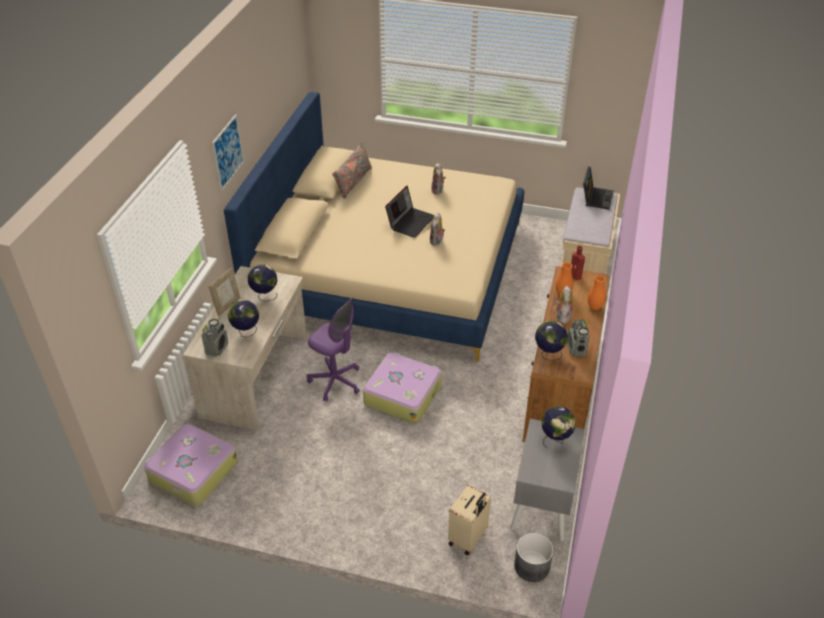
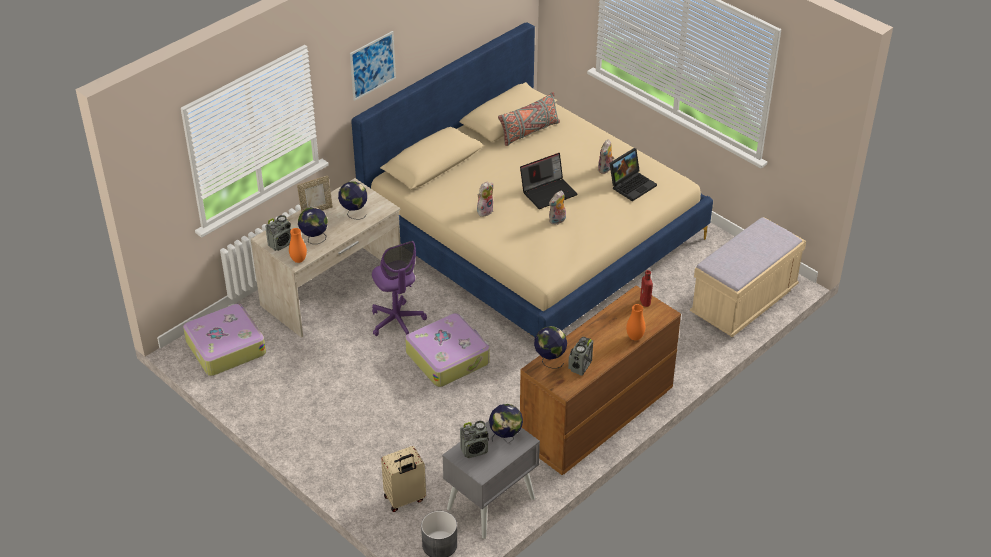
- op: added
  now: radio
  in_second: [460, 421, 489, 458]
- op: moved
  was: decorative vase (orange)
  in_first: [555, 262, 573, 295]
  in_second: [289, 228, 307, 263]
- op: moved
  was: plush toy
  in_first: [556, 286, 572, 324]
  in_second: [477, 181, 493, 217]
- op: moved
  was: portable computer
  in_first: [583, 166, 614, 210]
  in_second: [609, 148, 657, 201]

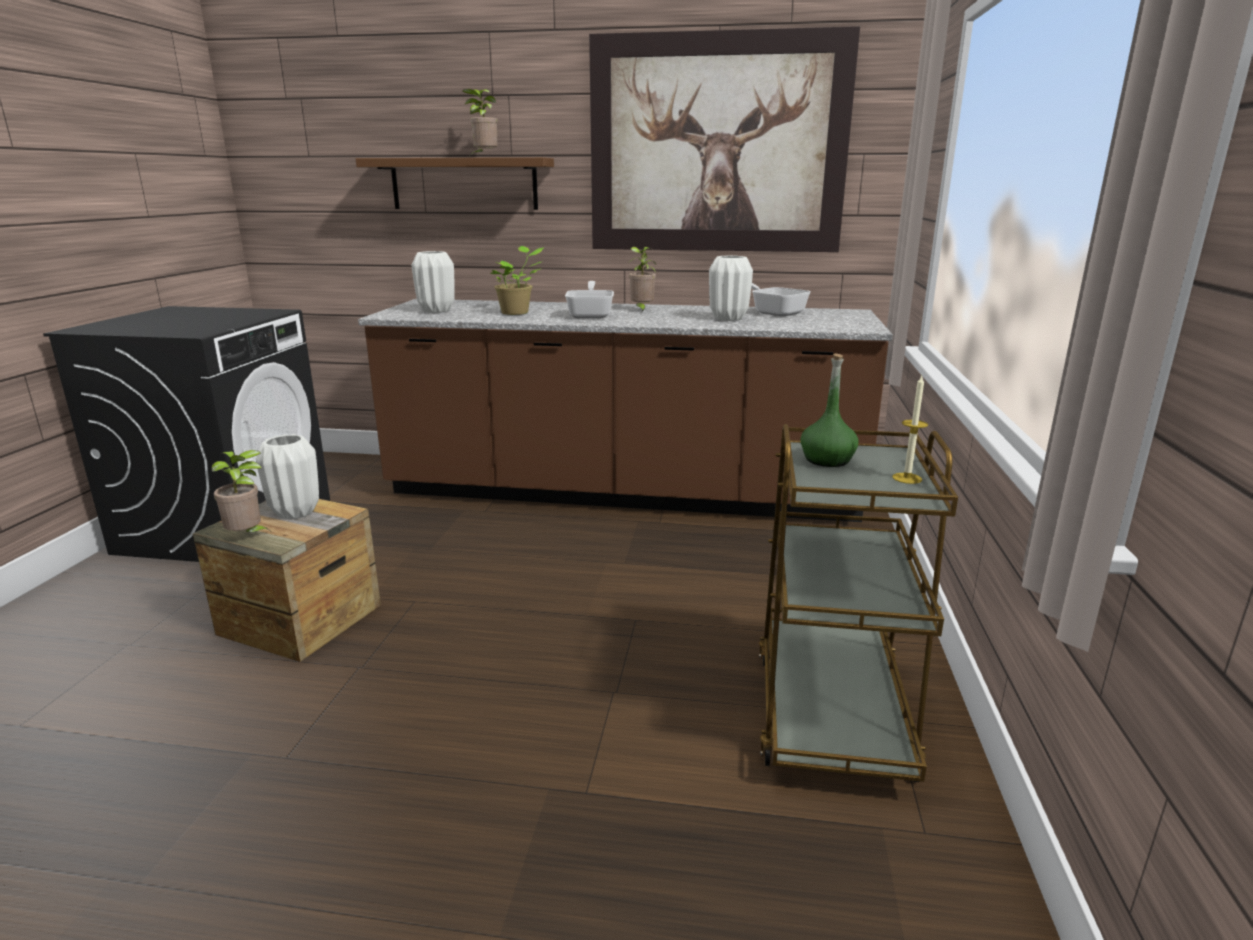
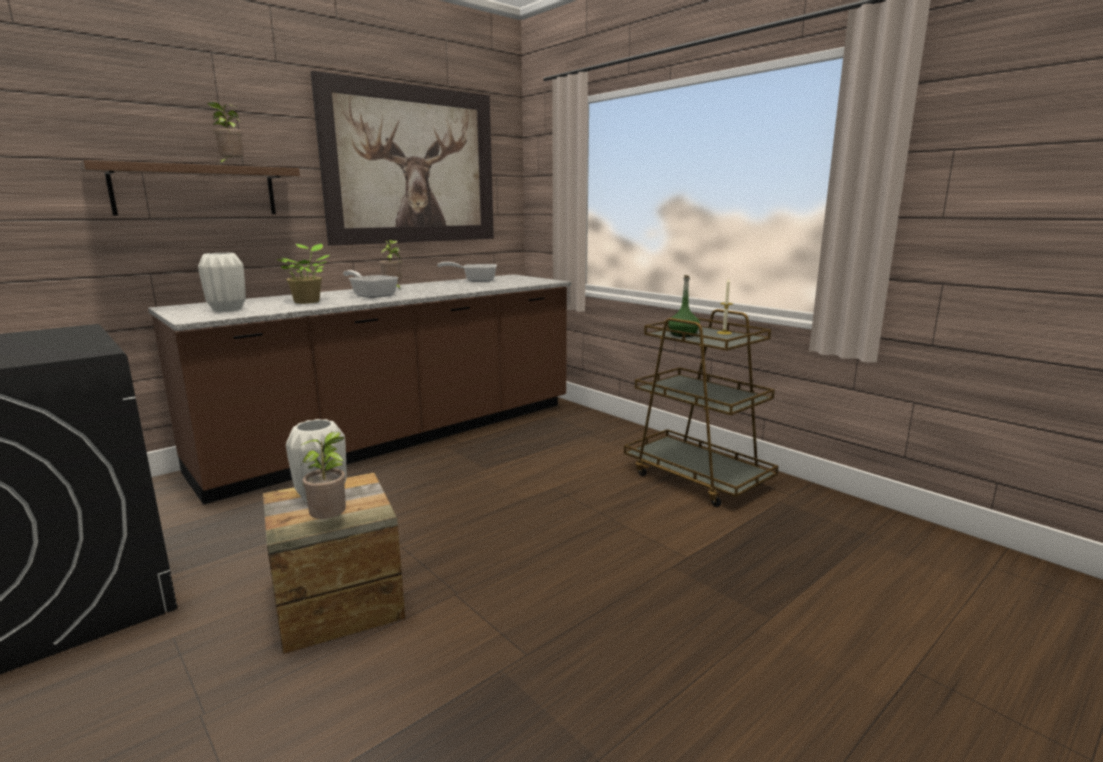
- op: removed
  was: decorative vase (whitish)
  in_first: [709, 255, 753, 321]

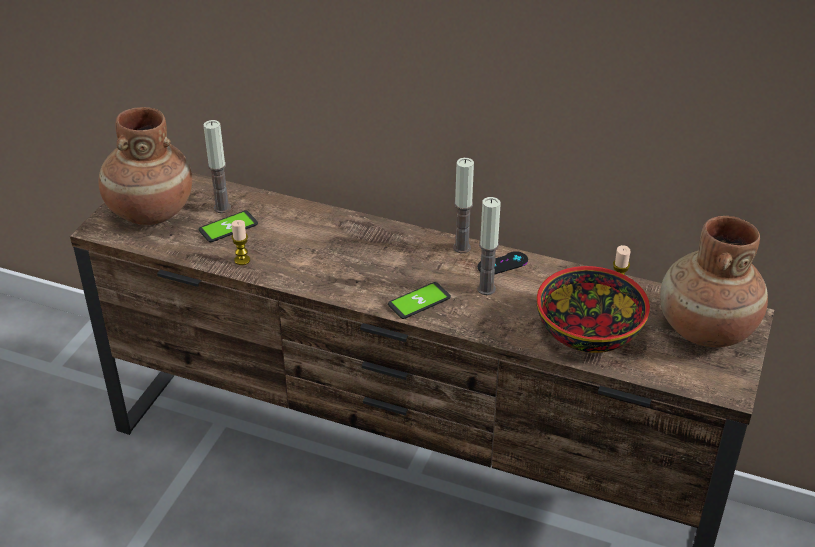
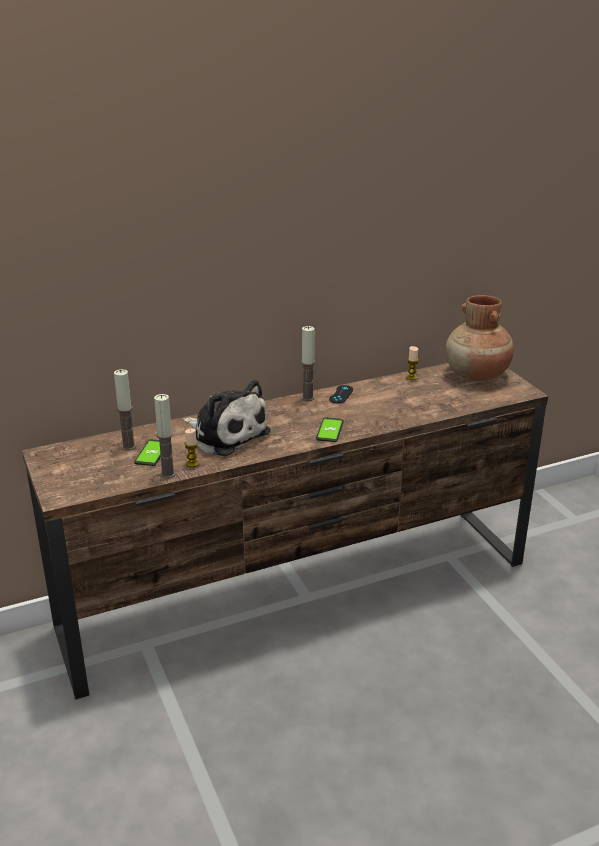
- op: removed
  was: decorative vase (brown)
  in_first: [99, 107, 192, 225]
- op: removed
  was: deep dish
  in_first: [536, 266, 650, 353]
- op: added
  now: plush toy
  in_second: [183, 380, 271, 456]
- op: moved
  was: candle
  in_first: [477, 197, 501, 295]
  in_second: [154, 394, 176, 479]

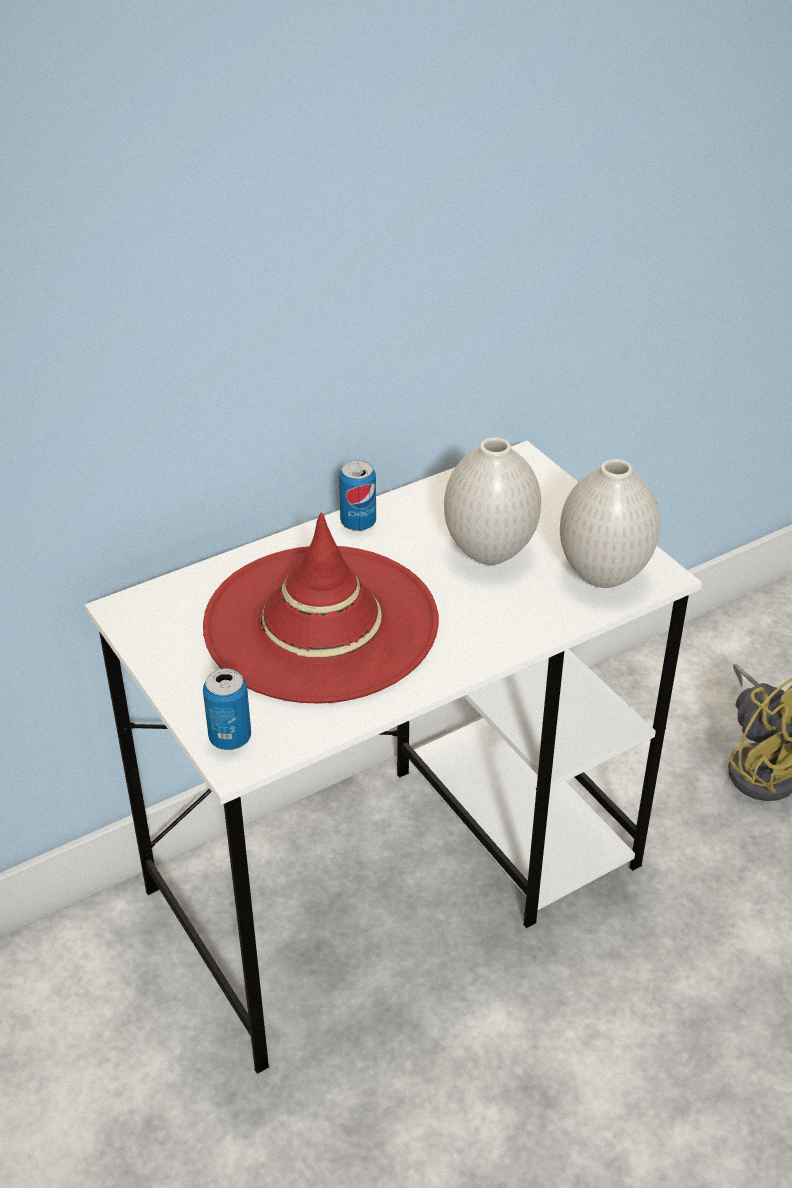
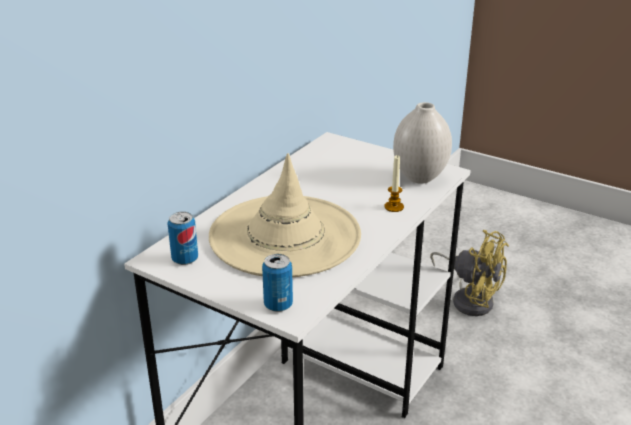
- op: removed
  was: decorative vase (whitish)
  in_first: [444, 437, 541, 565]
- op: added
  now: candle
  in_second: [384, 155, 404, 212]
- op: moved
  was: can
  in_first: [339, 460, 376, 531]
  in_second: [167, 212, 198, 265]
- op: recoloured
  was: clothing hat (red-coloured)
  now: clothing hat (sand-coloured)
  in_first: [203, 512, 439, 704]
  in_second: [209, 153, 361, 277]

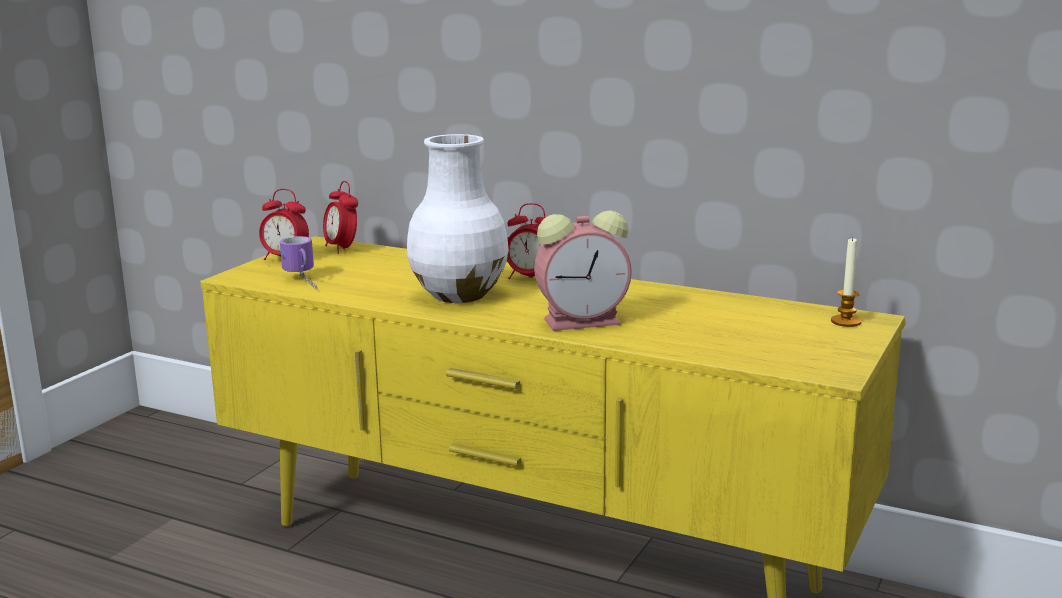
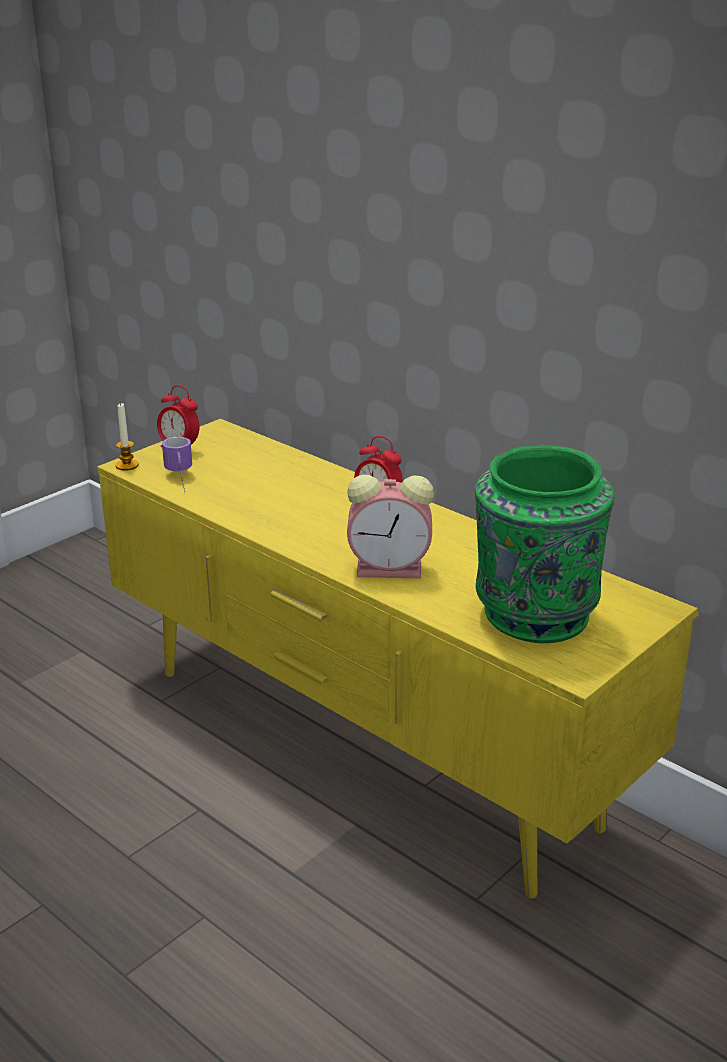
- op: removed
  was: bedside clock
  in_first: [323, 181, 358, 254]
- op: removed
  was: decorative vase (whitish)
  in_first: [407, 134, 509, 303]
- op: added
  now: decorative vase (green-coloured)
  in_second: [475, 446, 614, 643]
- op: moved
  was: candle
  in_first: [831, 237, 862, 327]
  in_second: [115, 402, 139, 471]

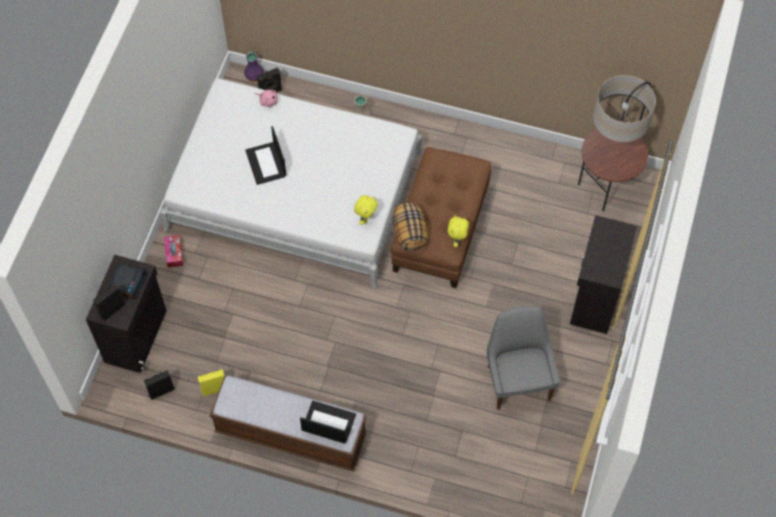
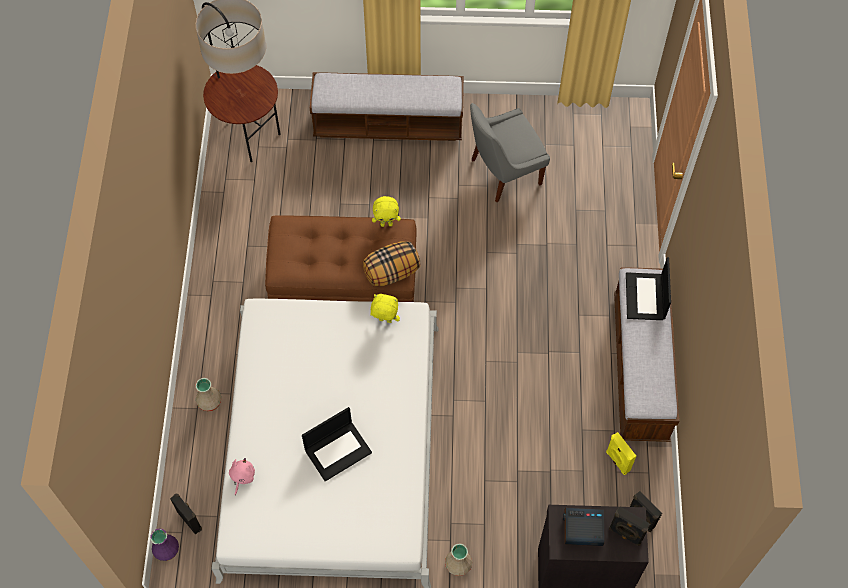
- op: replaced
  was: box of tissues
  now: decorative vase (sand-coloured)
  in_first: [164, 235, 183, 268]
  in_second: [445, 543, 472, 576]
- op: replaced
  was: storage cabinet (black)
  now: long seat
  in_first: [570, 215, 637, 334]
  in_second: [310, 72, 464, 141]

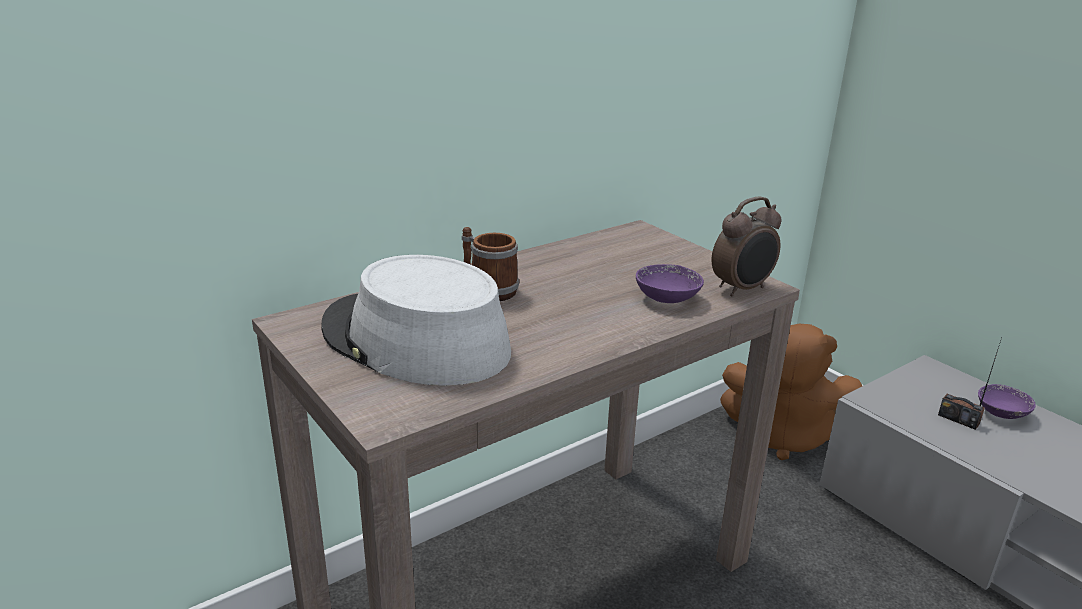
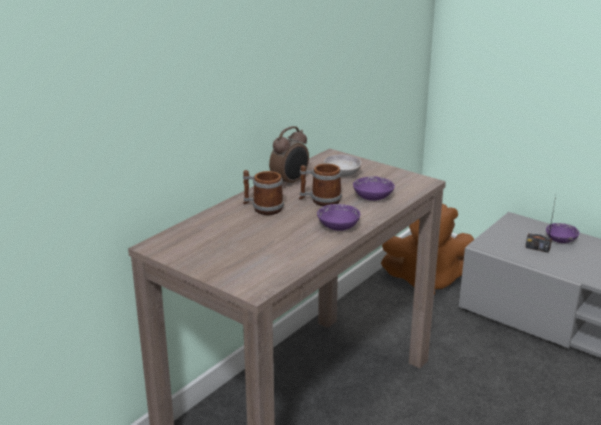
- op: removed
  was: clothing hat (gray)
  in_first: [321, 255, 511, 386]
- op: added
  now: coffee mug
  in_second: [299, 163, 342, 206]
- op: added
  now: deep dish (purple-coloured)
  in_second: [317, 204, 360, 231]
- op: added
  now: deep dish (gray)
  in_second: [324, 155, 362, 177]
- op: moved
  was: bedside clock
  in_first: [712, 196, 782, 296]
  in_second: [269, 126, 309, 188]

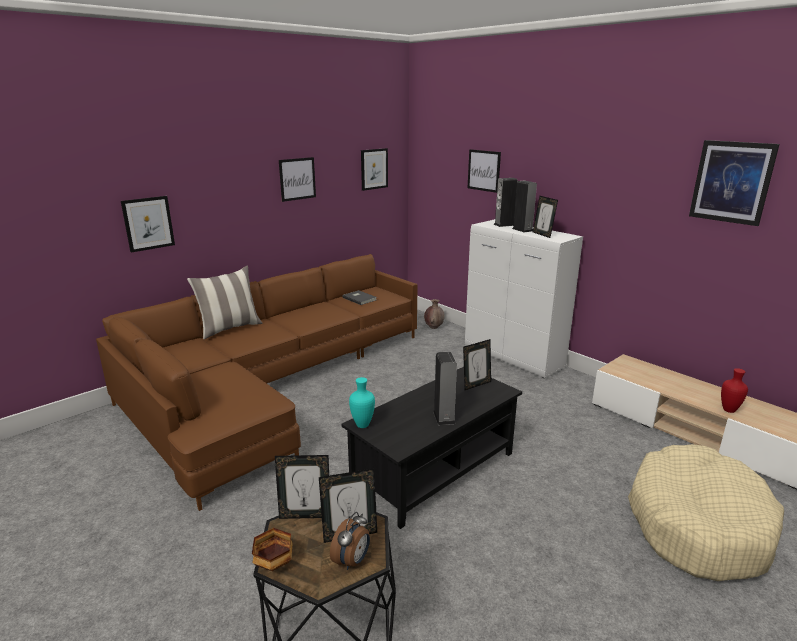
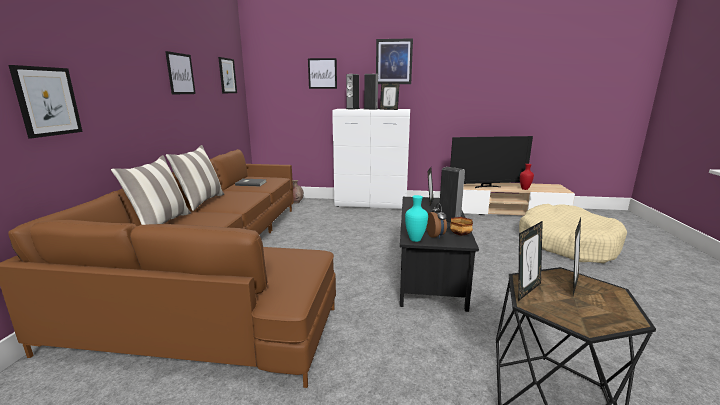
- op: added
  now: cushion
  in_second: [166, 145, 224, 211]
- op: added
  now: TV
  in_second: [450, 136, 533, 188]
- op: moved
  was: deep dish
  in_first: [252, 528, 293, 571]
  in_second: [450, 217, 473, 236]
- op: moved
  was: bedside clock
  in_first: [330, 512, 370, 570]
  in_second: [426, 203, 447, 239]
- op: moved
  was: wall picture
  in_first: [689, 140, 780, 226]
  in_second: [376, 38, 413, 84]

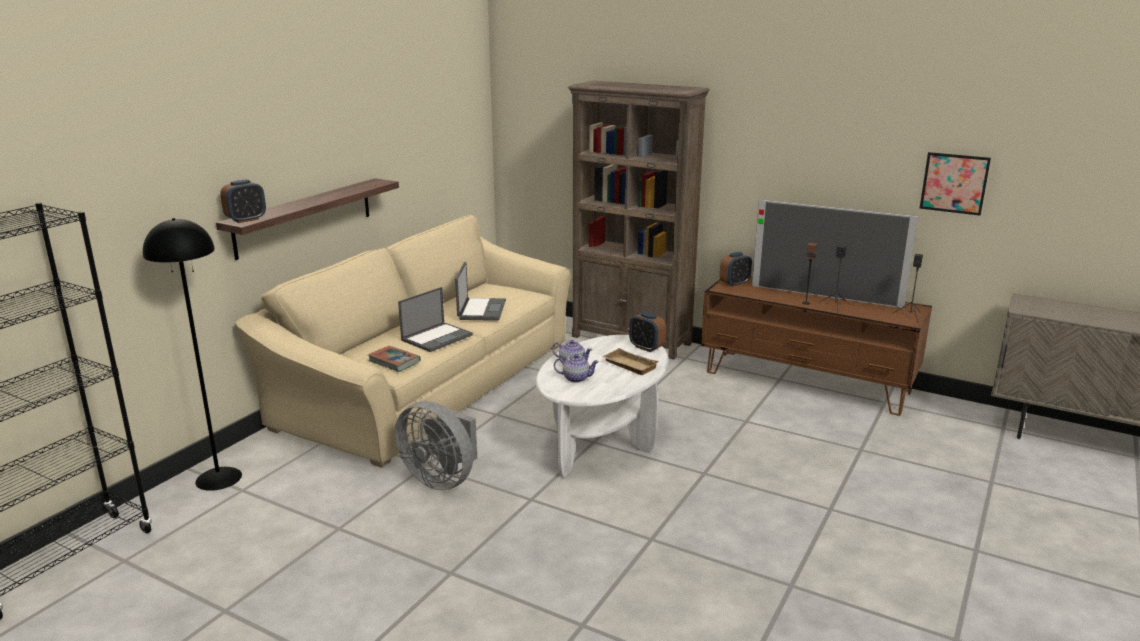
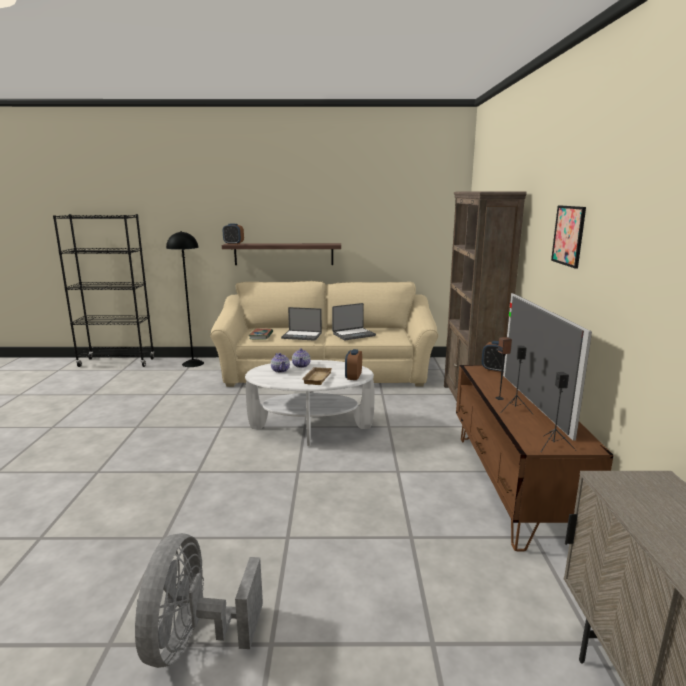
- op: moved
  was: fan (gray)
  in_first: [395, 401, 477, 490]
  in_second: [135, 533, 263, 668]
- op: moved
  was: wall picture
  in_first: [920, 152, 991, 216]
  in_second: [551, 205, 586, 269]

